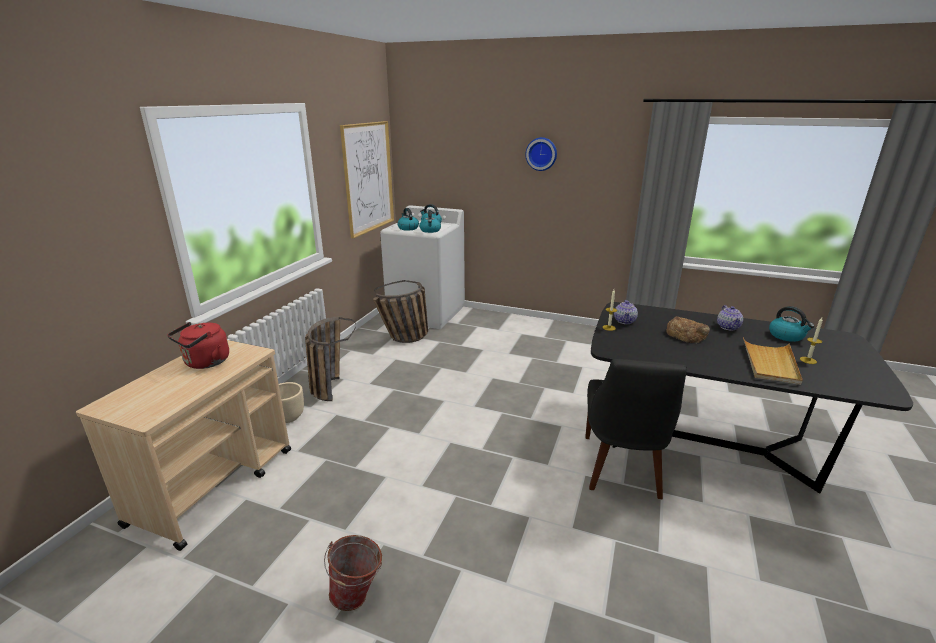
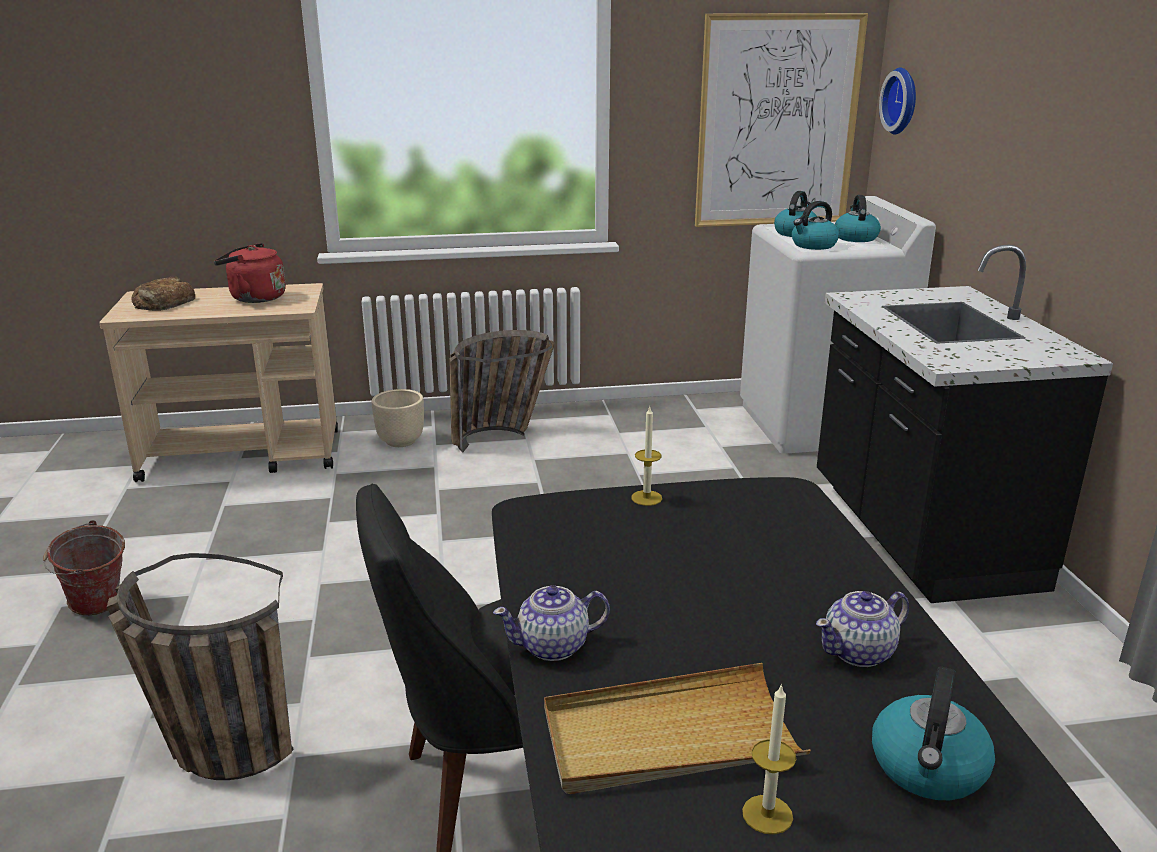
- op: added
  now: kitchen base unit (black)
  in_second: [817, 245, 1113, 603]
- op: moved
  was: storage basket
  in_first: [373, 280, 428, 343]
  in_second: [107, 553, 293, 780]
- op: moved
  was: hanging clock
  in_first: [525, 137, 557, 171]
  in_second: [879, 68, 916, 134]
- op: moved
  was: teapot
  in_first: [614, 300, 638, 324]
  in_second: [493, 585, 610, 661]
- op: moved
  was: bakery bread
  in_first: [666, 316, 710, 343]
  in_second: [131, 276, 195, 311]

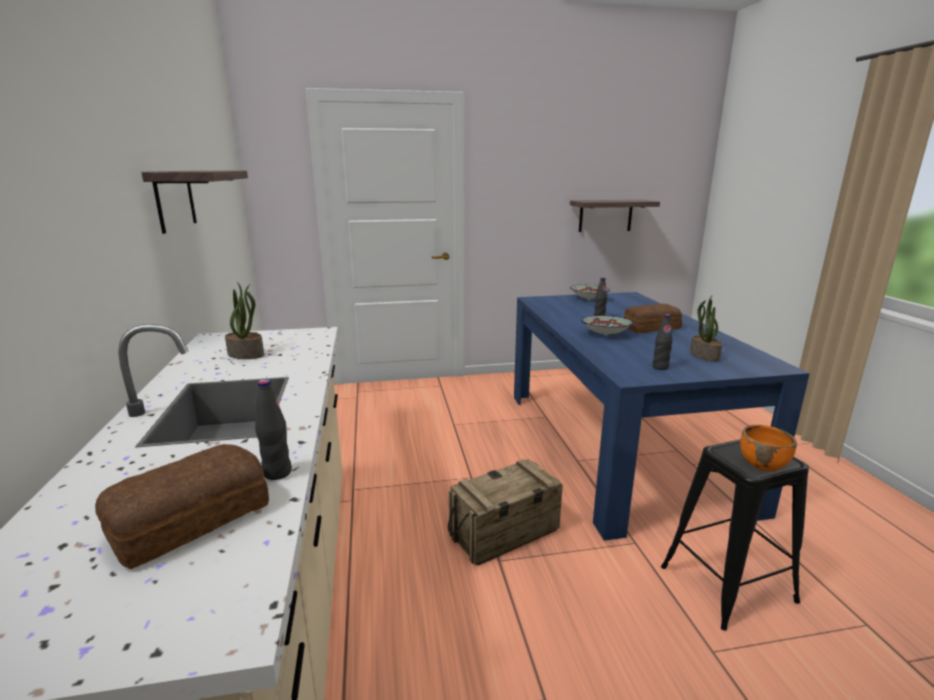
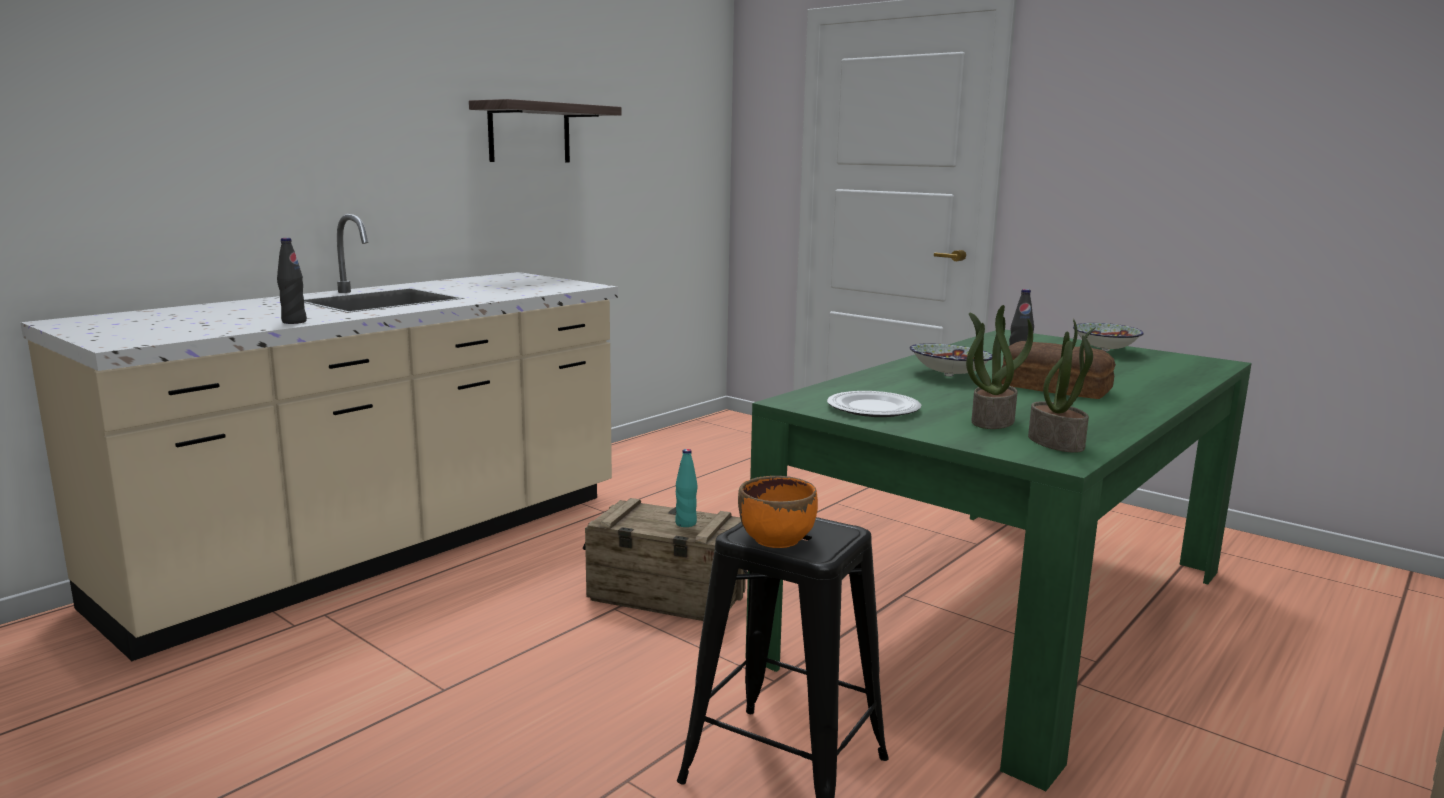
- op: removed
  was: bakery bread
  in_first: [95, 444, 269, 569]
- op: removed
  was: wall shelf
  in_first: [570, 200, 660, 232]
- op: added
  now: beverage bottle (turquoise-coloured)
  in_second: [675, 449, 697, 527]
- op: moved
  was: houseplant
  in_first: [225, 282, 264, 359]
  in_second: [1028, 319, 1096, 453]
- op: replaced
  was: beverage bottle (black)
  now: plate
  in_first: [653, 314, 673, 370]
  in_second: [827, 391, 921, 417]
- op: recoloured
  was: dinner table (blue-coloured)
  now: dinner table (green-coloured)
  in_first: [514, 292, 810, 541]
  in_second: [746, 330, 1252, 791]

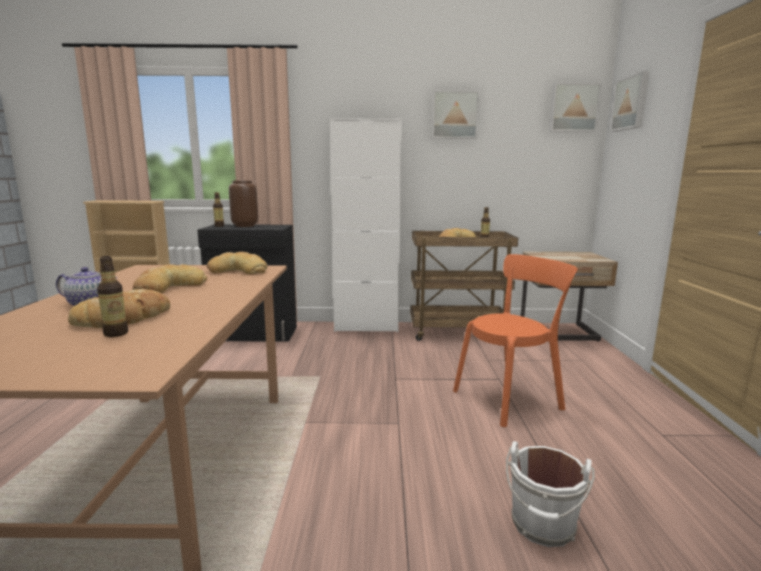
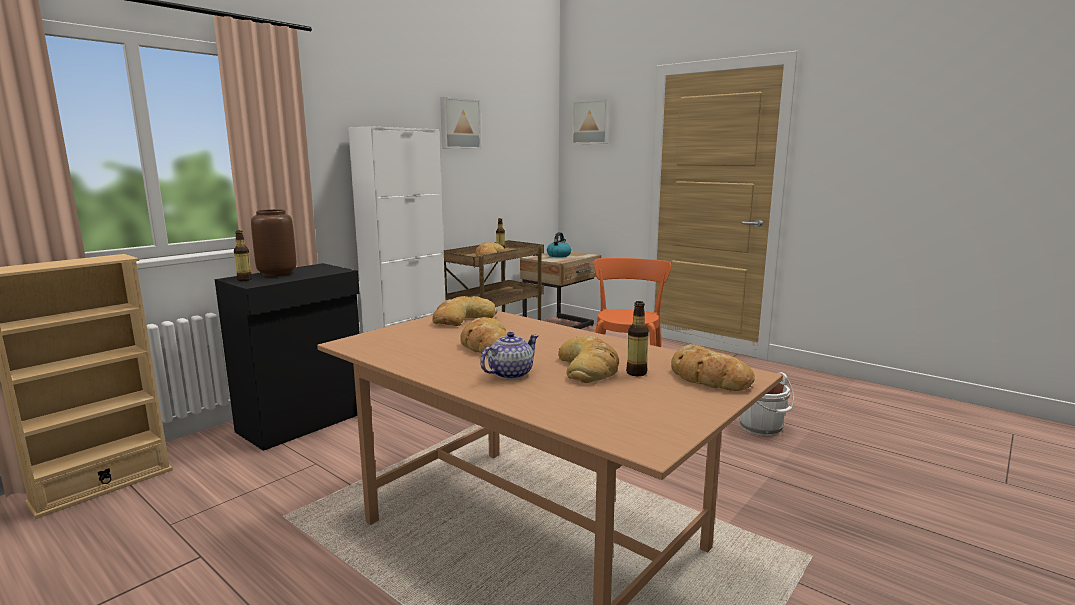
- op: removed
  was: wall picture
  in_first: [549, 83, 602, 132]
- op: added
  now: water kettle
  in_second: [547, 232, 571, 257]
- op: added
  now: bakery bread
  in_second: [671, 344, 755, 391]

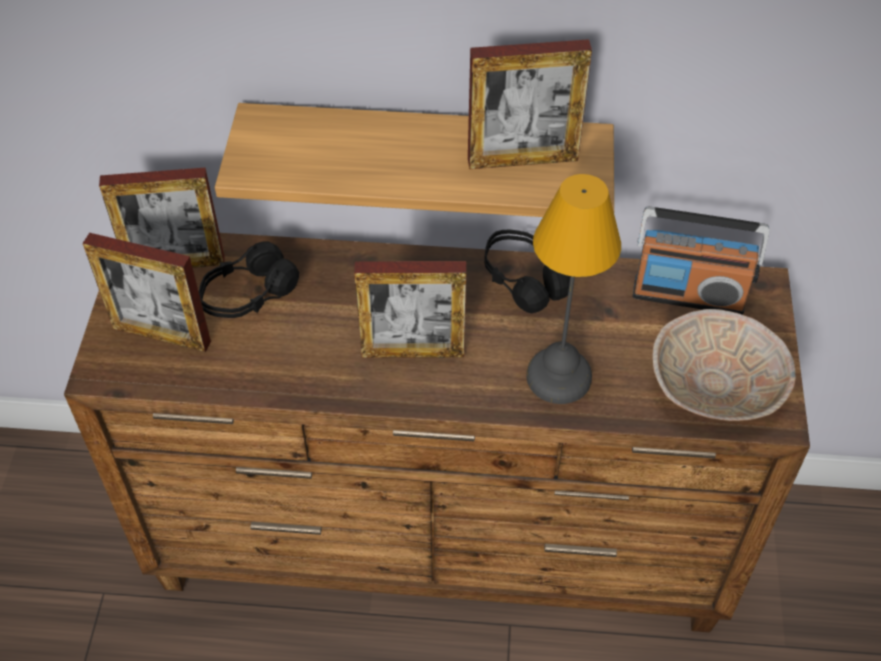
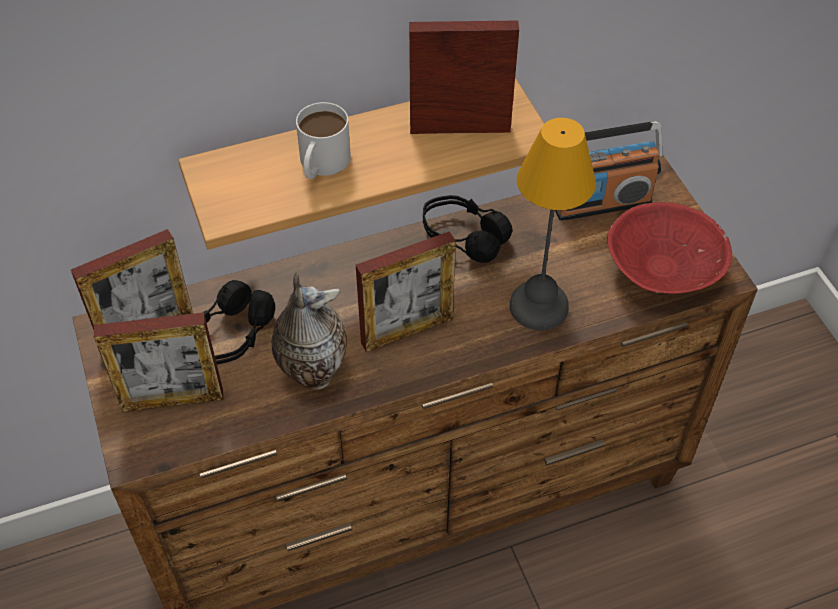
- op: added
  now: decorative vase
  in_second: [271, 272, 347, 390]
- op: added
  now: coffee mug (whitish)
  in_second: [296, 102, 351, 179]
- op: recoloured
  was: deep dish (sand-coloured)
  now: deep dish (red-coloured)
  in_first: [653, 309, 796, 421]
  in_second: [607, 202, 732, 294]
- op: turned
  was: photo frame
  in_first: [468, 39, 592, 169]
  in_second: [409, 20, 519, 134]
  clockwise: -150

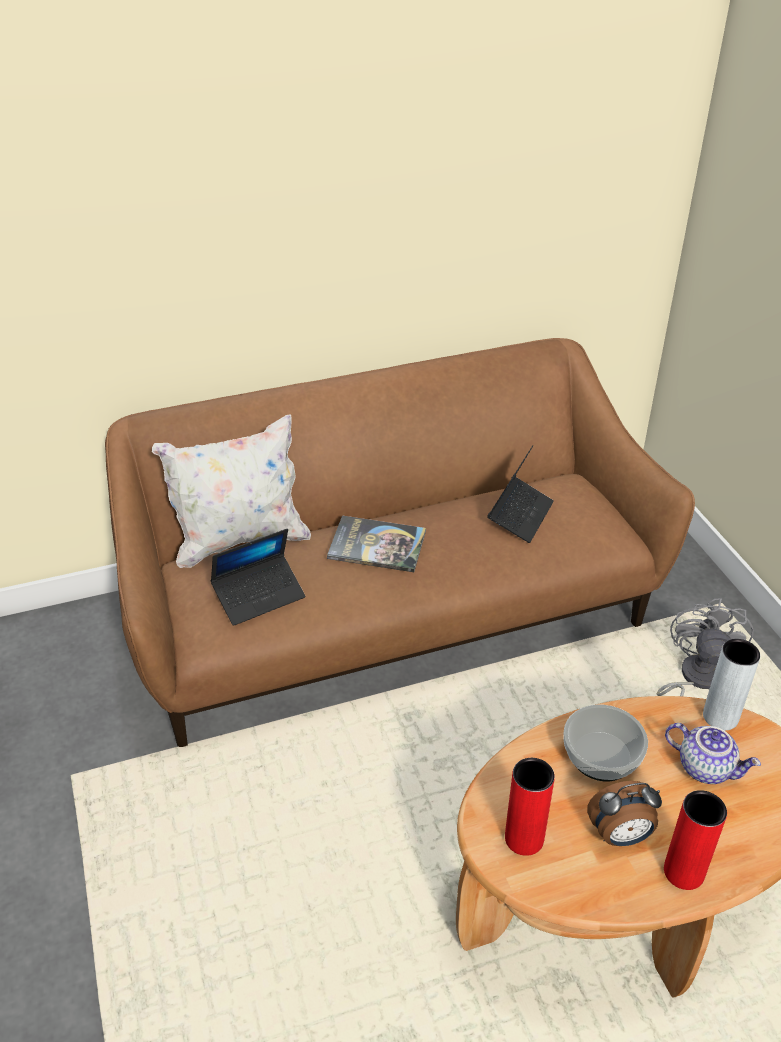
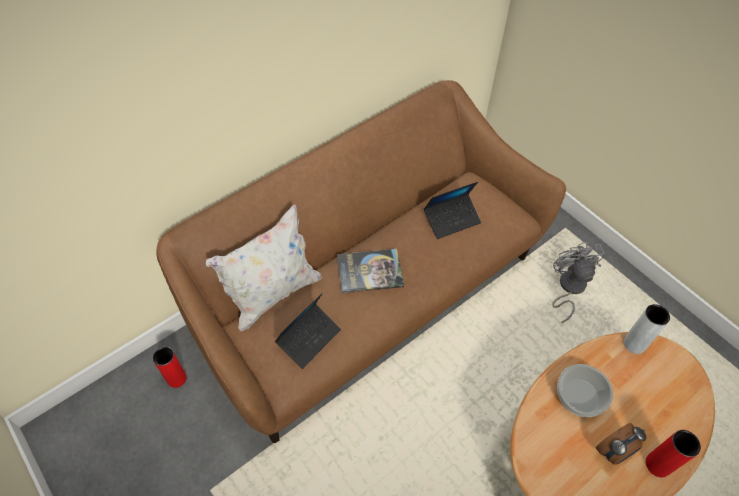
- op: removed
  was: teapot
  in_first: [665, 723, 761, 784]
- op: moved
  was: decorative vase (red-coloured)
  in_first: [505, 758, 555, 856]
  in_second: [153, 347, 187, 388]
- op: turned
  was: portable computer
  in_first: [487, 445, 554, 543]
  in_second: [424, 182, 481, 239]
  clockwise: 60

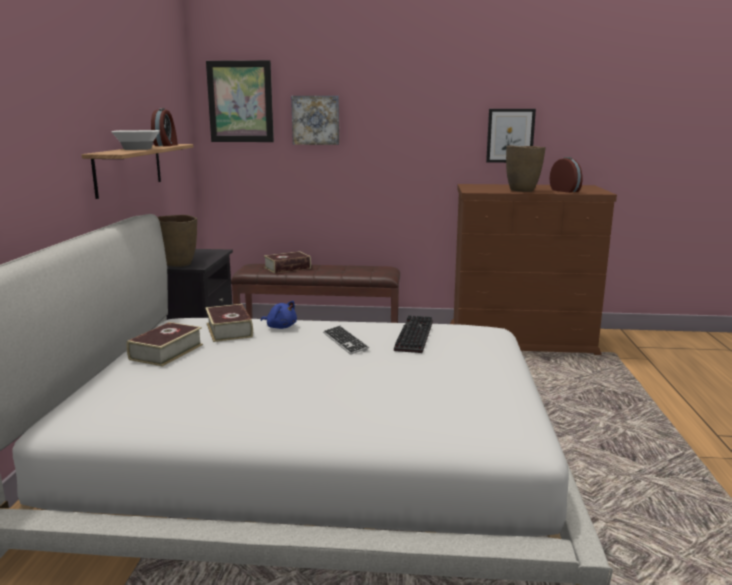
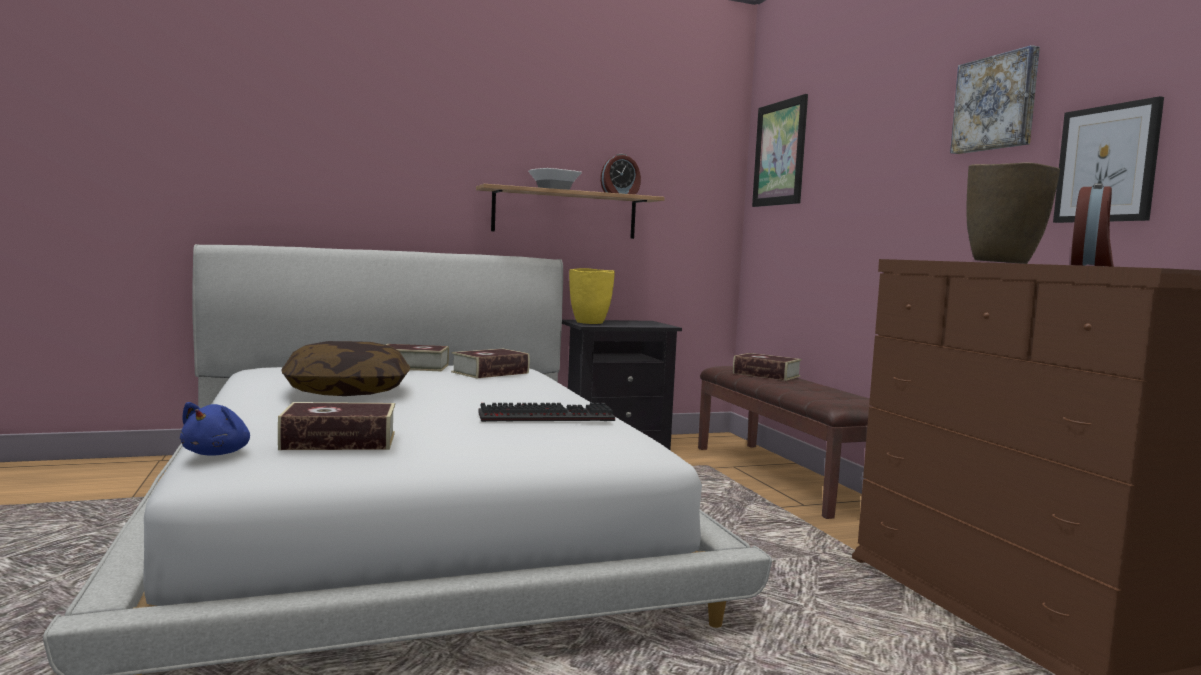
- op: removed
  was: keyboard
  in_first: [323, 326, 369, 355]
- op: added
  now: volume
  in_second: [278, 402, 395, 450]
- op: added
  now: cushion
  in_second: [282, 341, 410, 396]
- op: moved
  was: plush toy (blue-coloured)
  in_first: [261, 301, 297, 329]
  in_second: [180, 402, 250, 455]
- op: moved
  was: wall picture
  in_first: [291, 96, 339, 145]
  in_second: [950, 45, 1040, 154]
- op: recoloured
  was: decorative vase (brown)
  now: decorative vase (yellow-coloured)
  in_first: [158, 215, 197, 267]
  in_second: [569, 268, 615, 324]

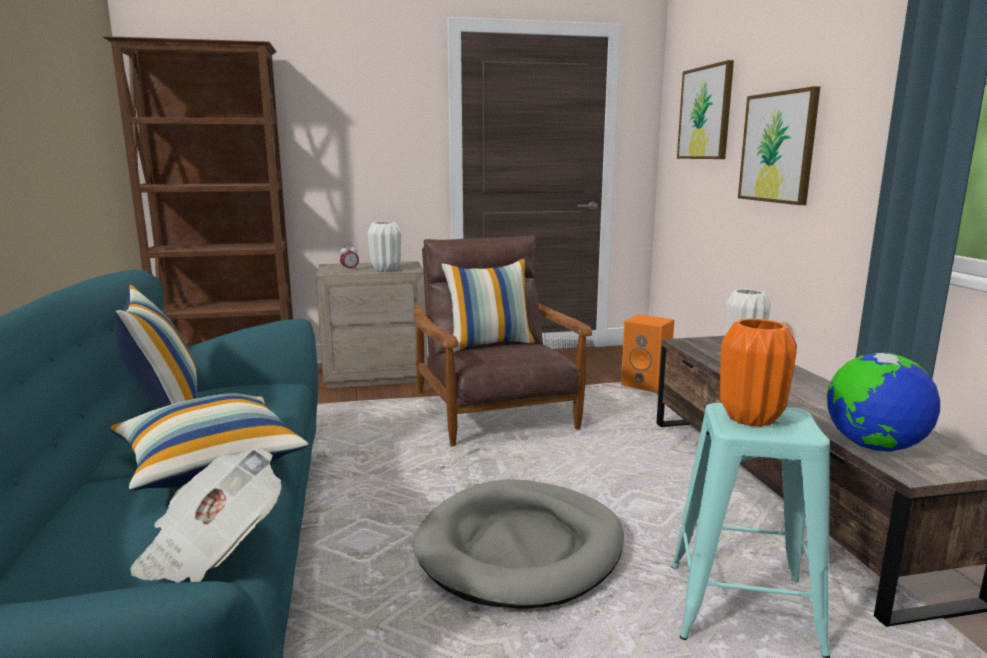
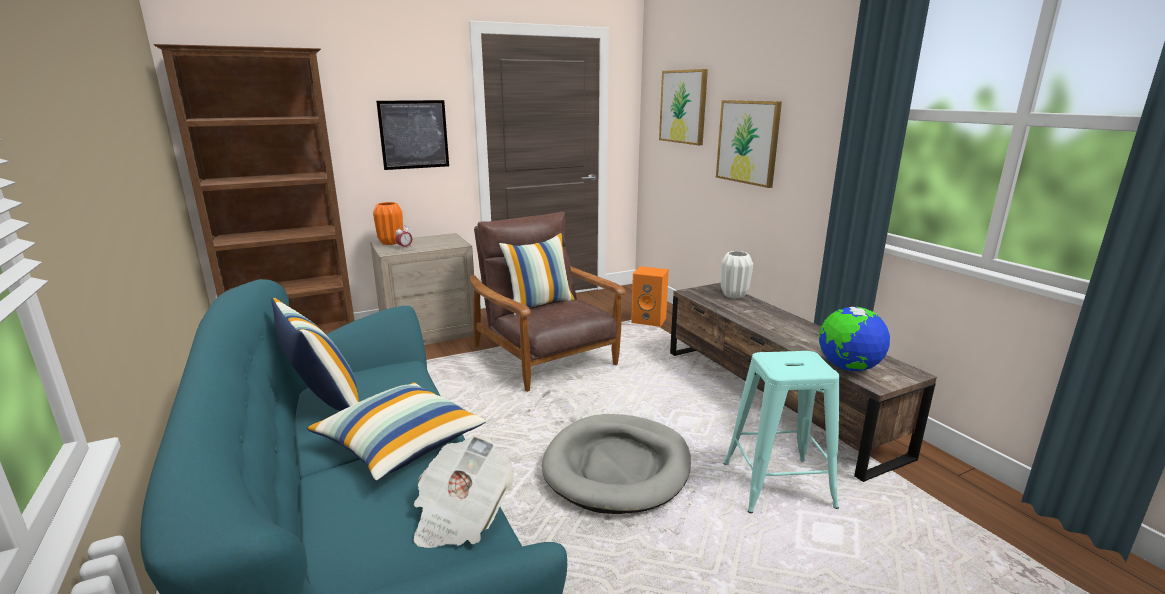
- op: removed
  was: decorative vase (whitish)
  in_first: [368, 222, 401, 272]
- op: added
  now: wall picture
  in_second: [376, 100, 449, 170]
- op: moved
  was: decorative vase (orange)
  in_first: [720, 318, 797, 427]
  in_second: [373, 202, 403, 245]

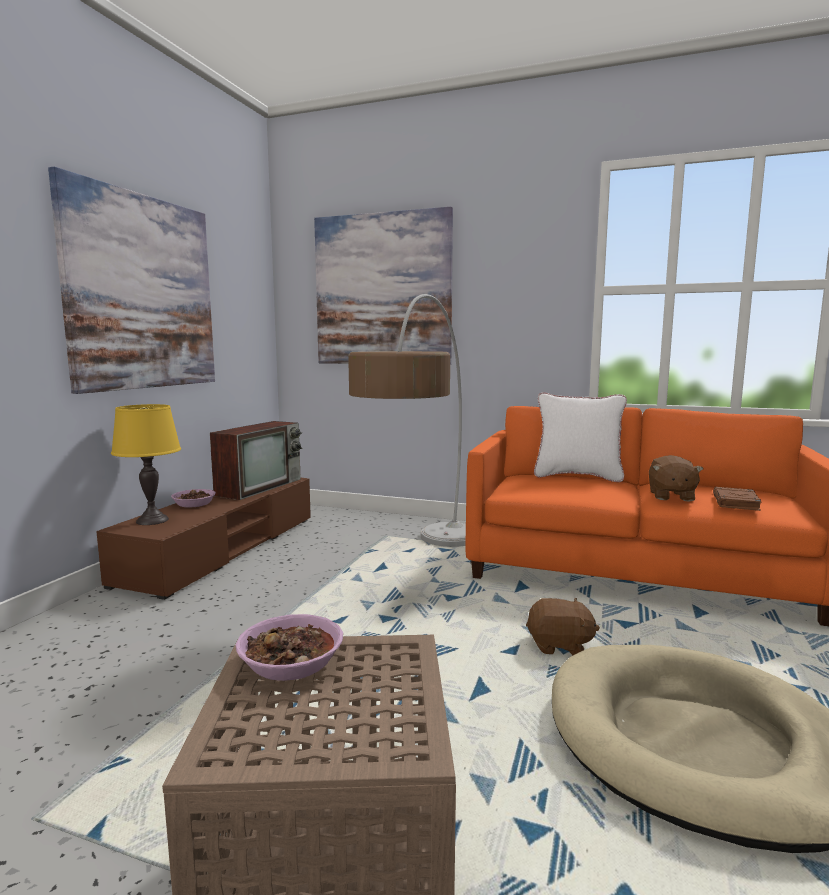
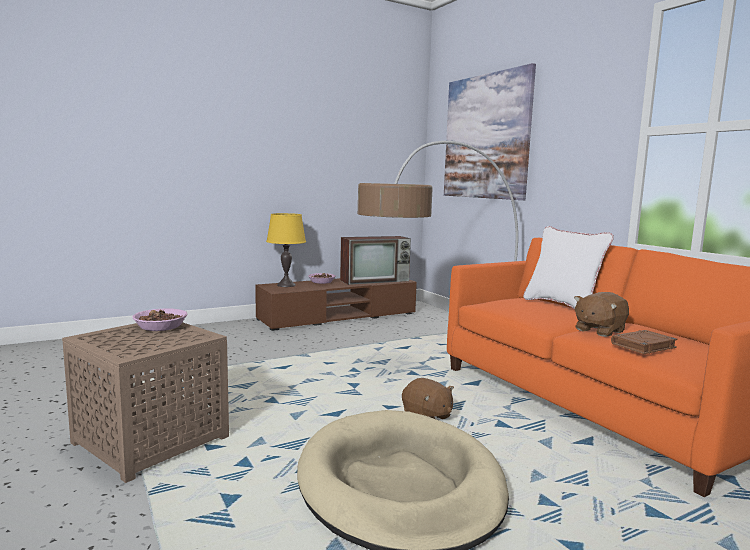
- op: removed
  was: wall picture
  in_first: [48, 167, 215, 394]

